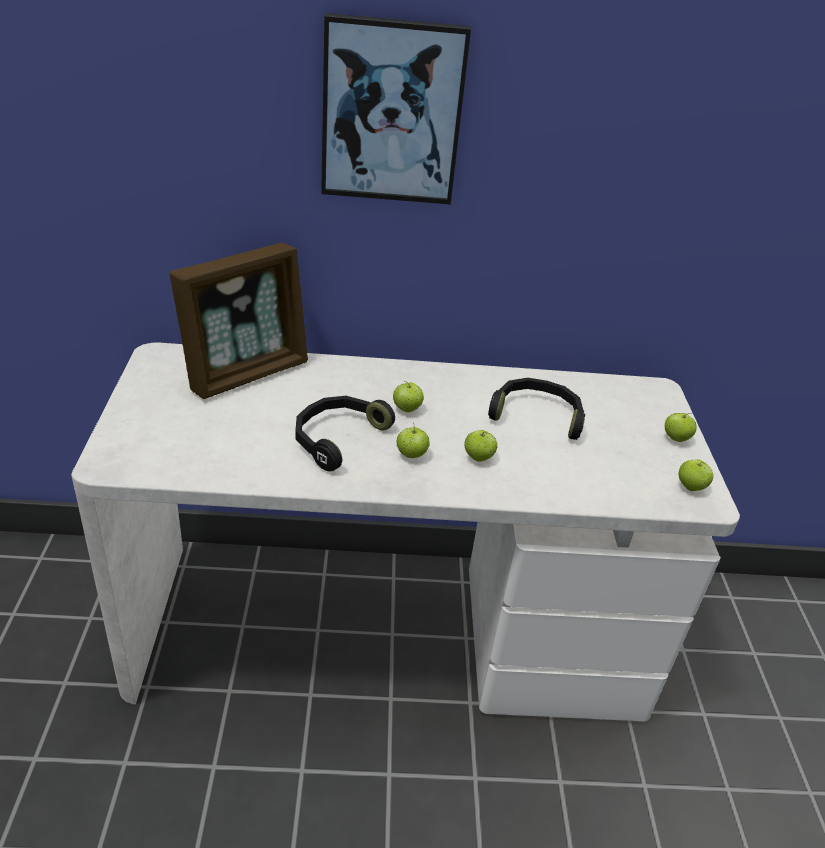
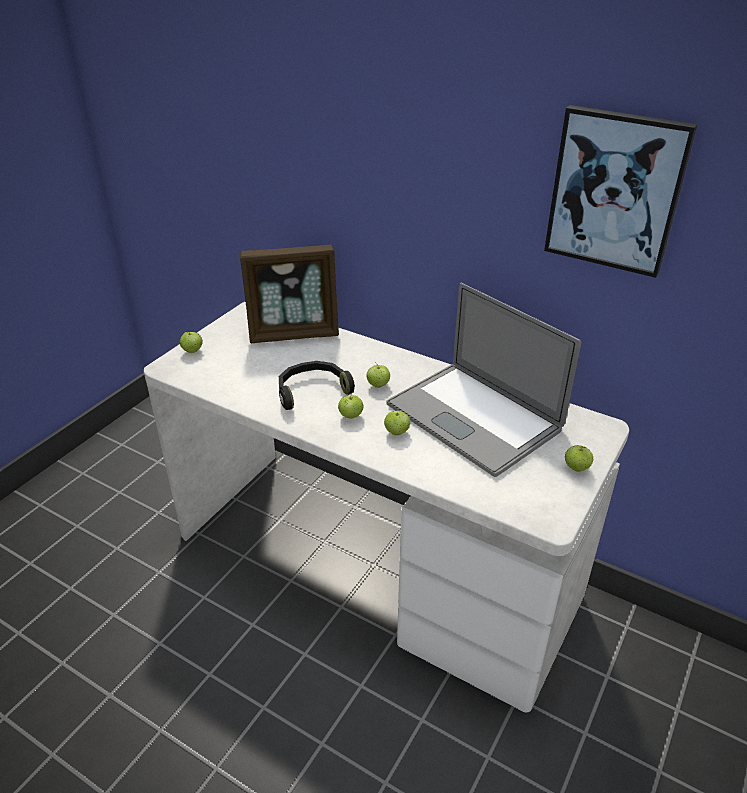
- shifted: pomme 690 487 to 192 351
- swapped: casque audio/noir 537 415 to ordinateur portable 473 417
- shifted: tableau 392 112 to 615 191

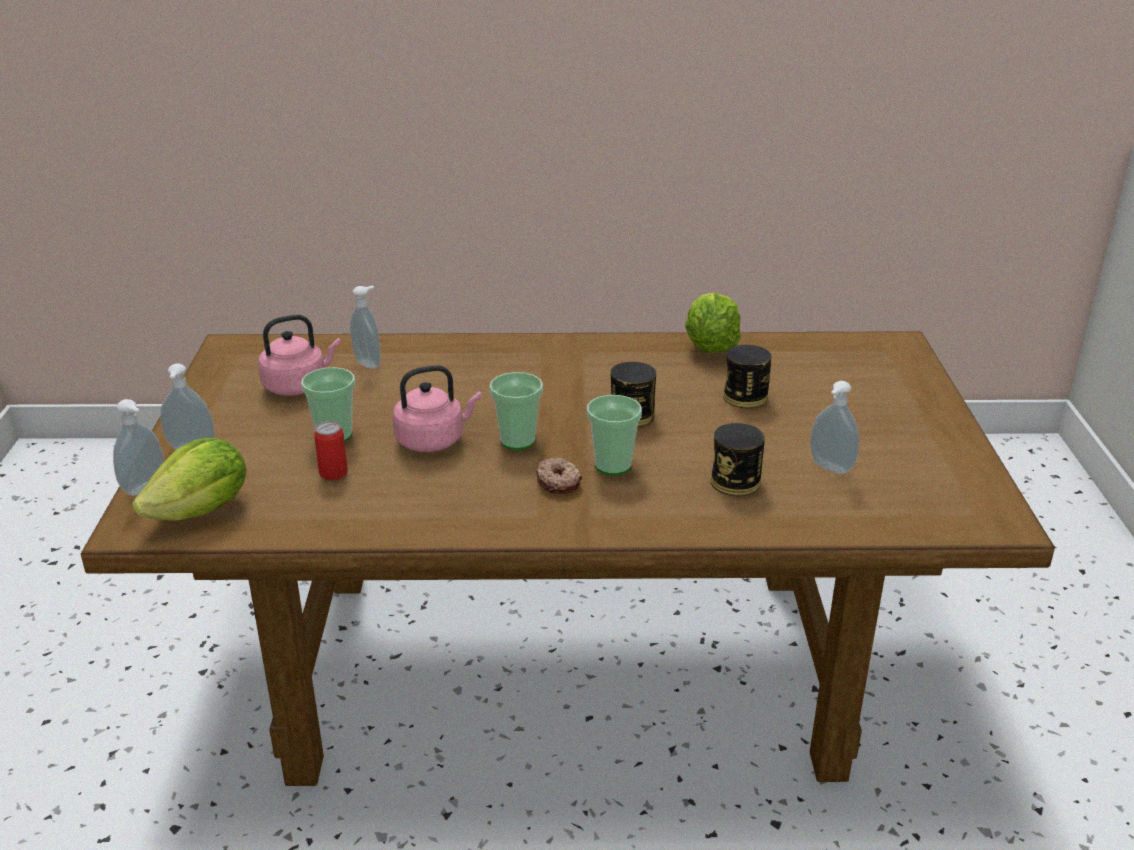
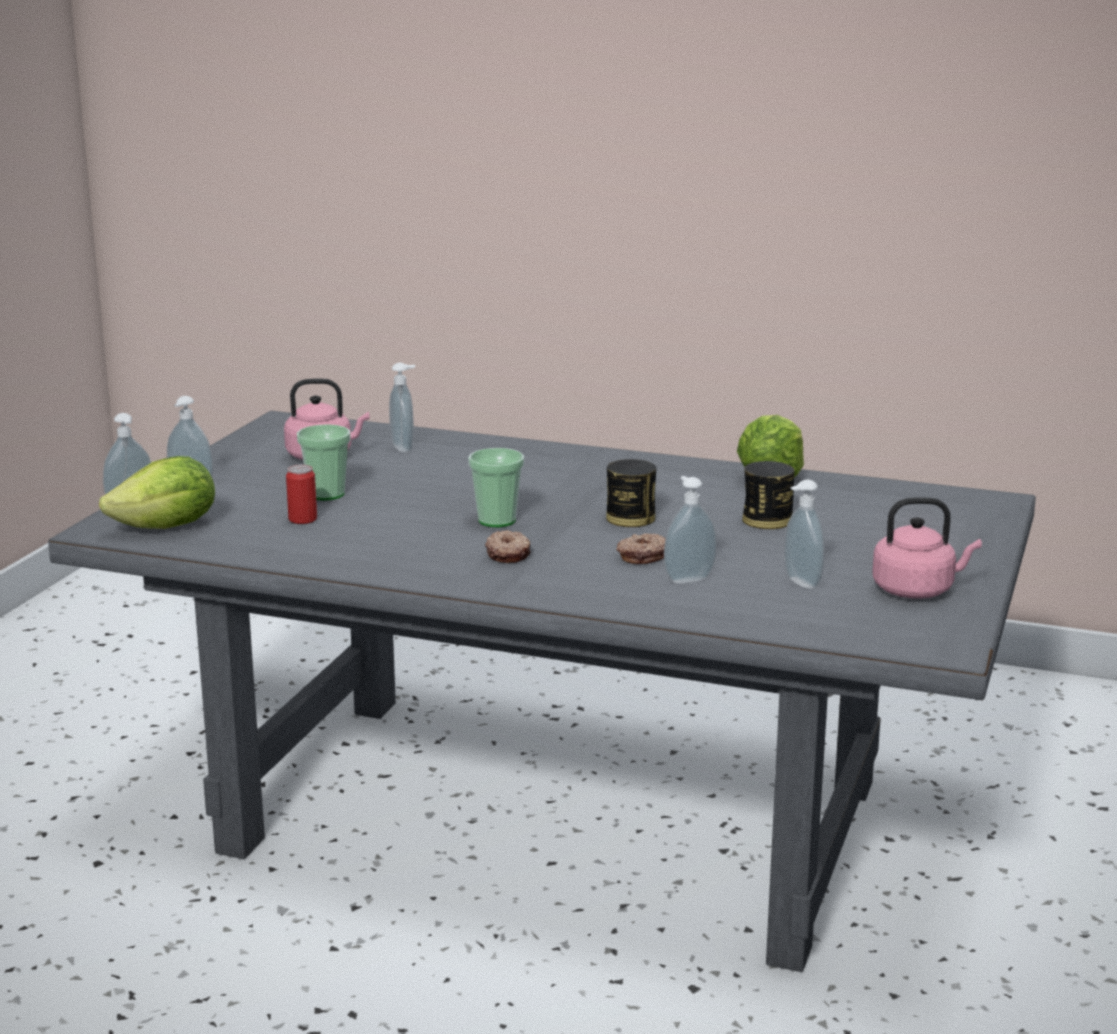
- repainted: table à manger/marron 563 666 to table à manger/gris 553 816
- new: beignet 642 556
- swapped: boîte métallique 735 482 to distributeur de savon 688 579
- shifted: bouilloire/rose 434 440 to 917 590
- gone: tasse 612 465

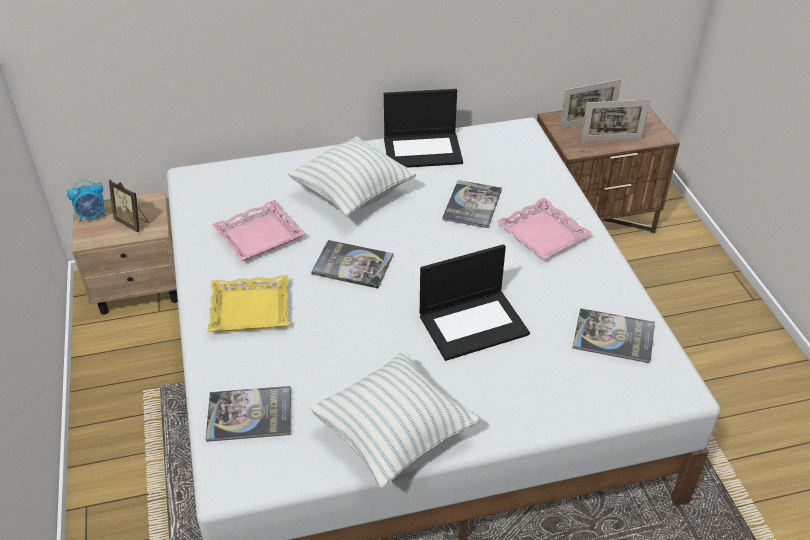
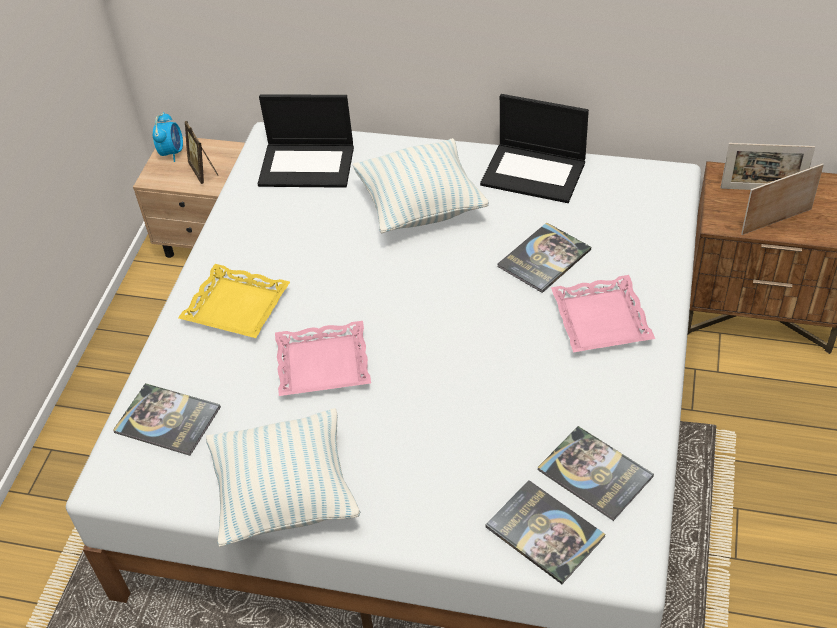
- rotated: réveil 92 215 = 172 152 90 degrees counterclockwise
- shifted: ordinateur portable 474 324 to 308 165
- shifted: plateau/rose 259 236 to 323 365
- shifted: livre 352 265 to 544 532
- rotated: cadre photo 611 139 = 776 221 135 degrees clockwise

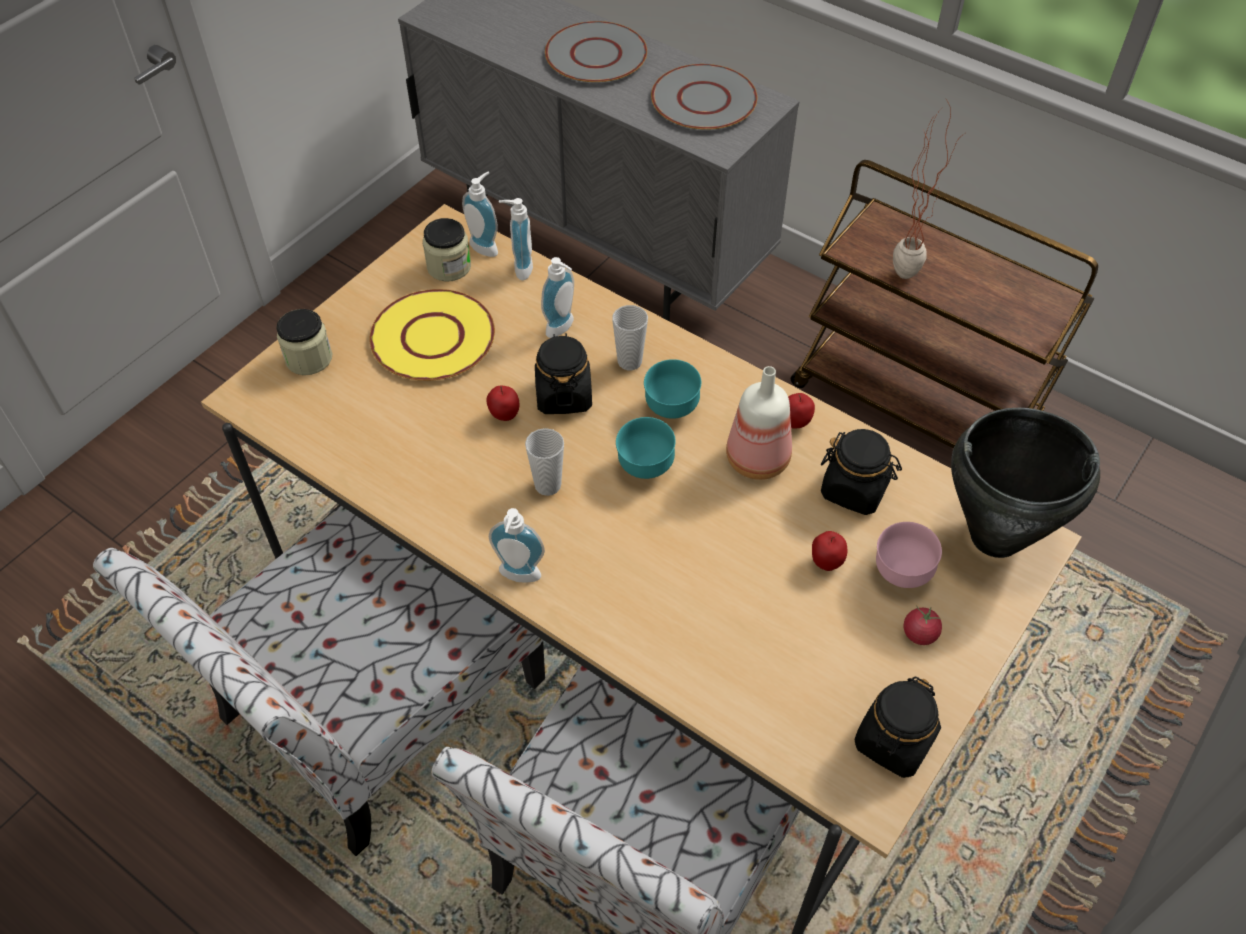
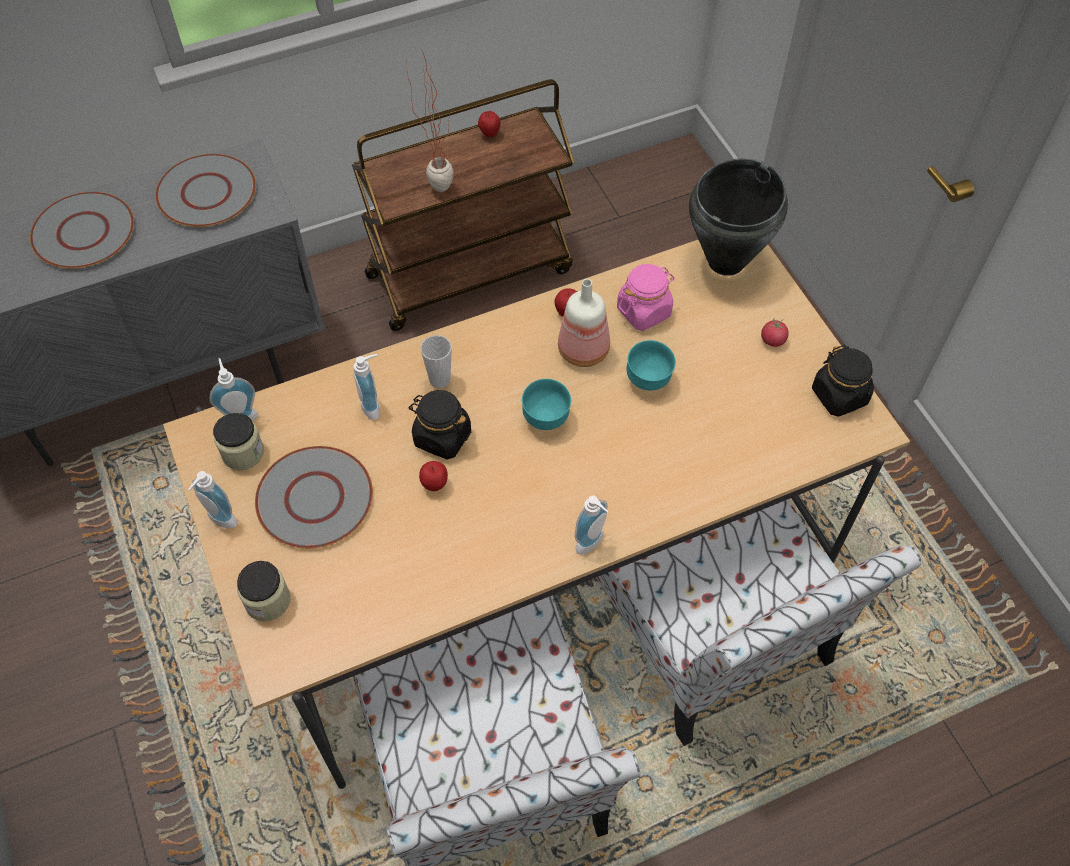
- shifted: distributeur de savon 519 268 to 219 521
- repainted: assiette/jaune 433 338 to assiette/gris 315 499
- shifted: pomme 826 563 to 489 134
- repainted: bocal/noir 855 489 to bocal/rose 644 311
- shifted: bol/turquoise 671 409 to 648 380
- gone: tasse 548 485
- gone: bol/rose 901 573

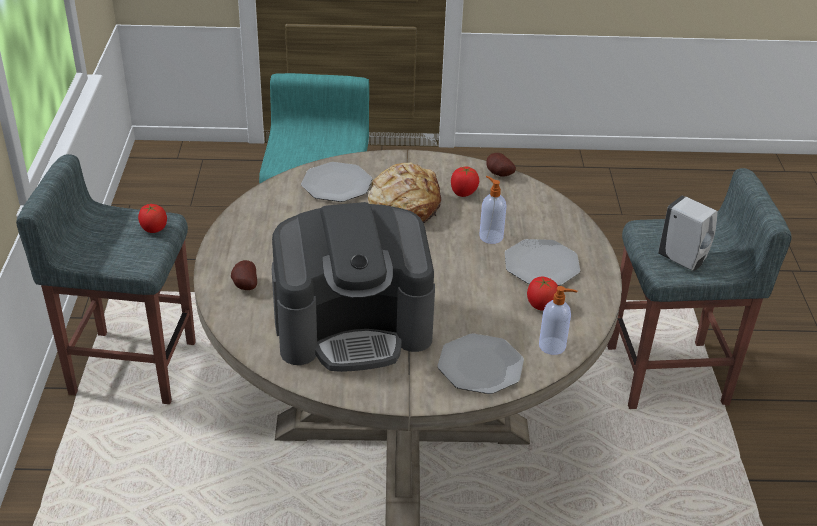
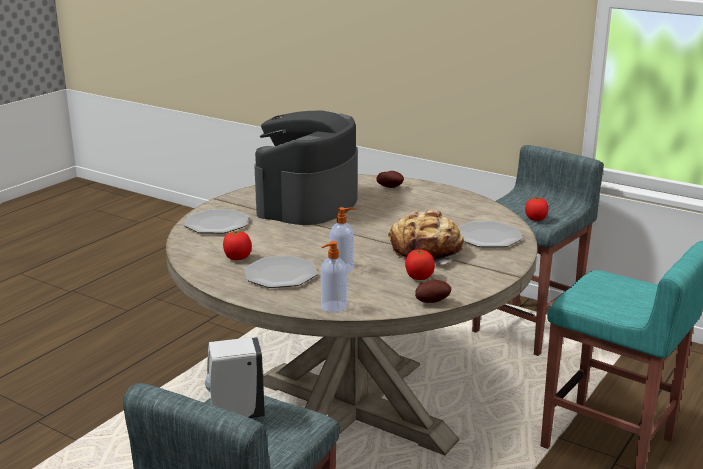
- shifted: distributeur de savon 553 346 to 333 307

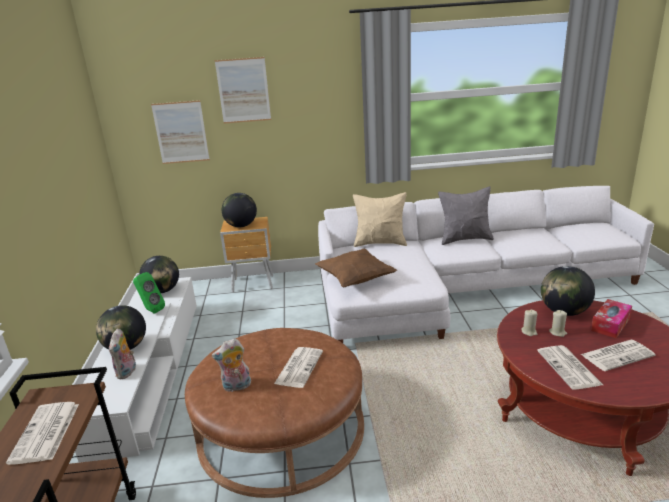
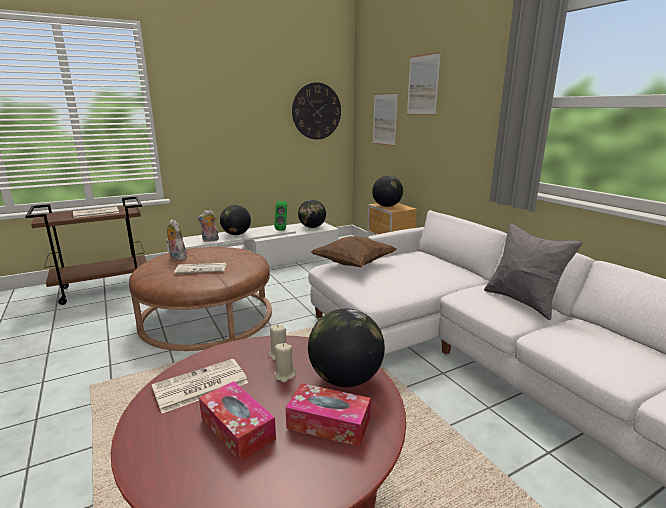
- swapped: journal 617 355 to boîte à mouchoirs 237 428
- new: horloge murale 316 111
- gone: coussin/beige 380 243

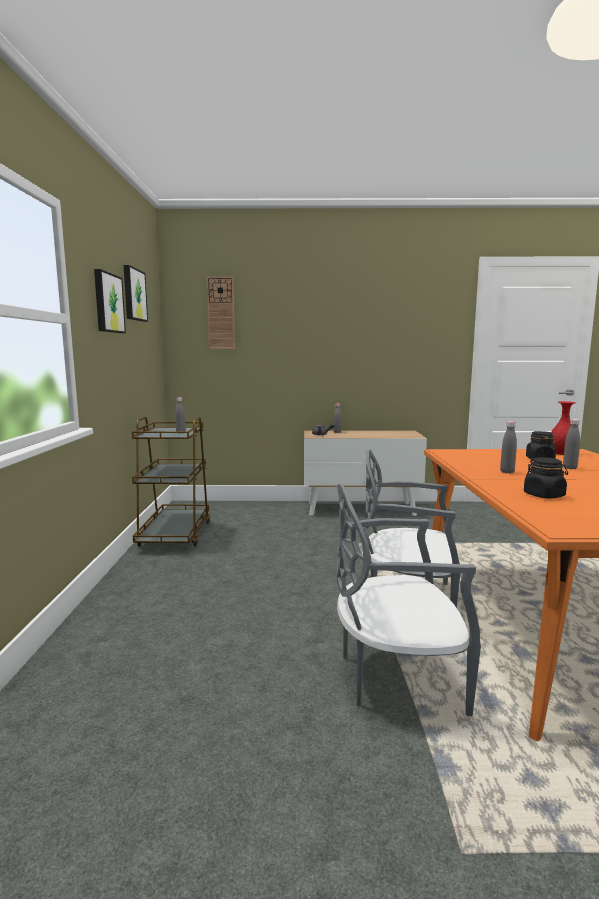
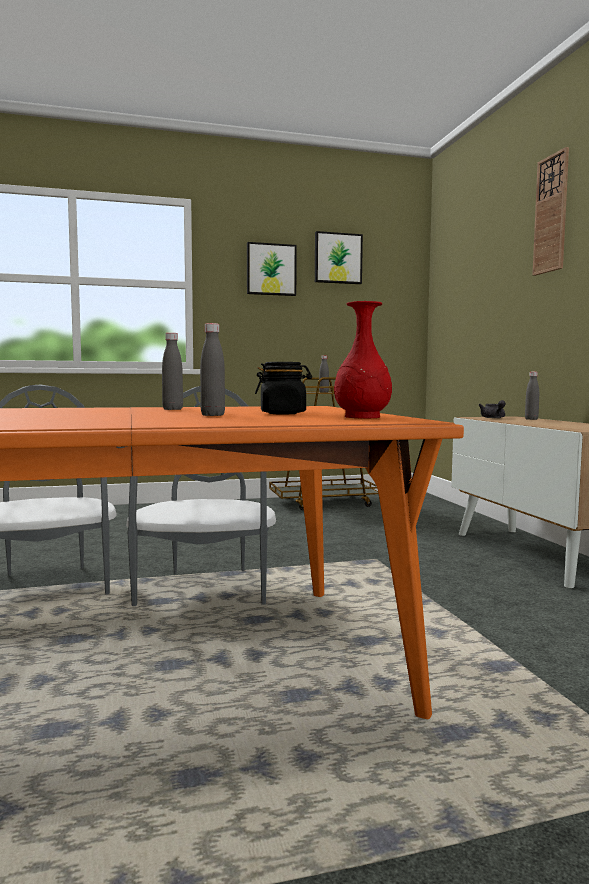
- shifted: horloge murale 221 313 to 551 214
- gone: bocal/noir 544 495

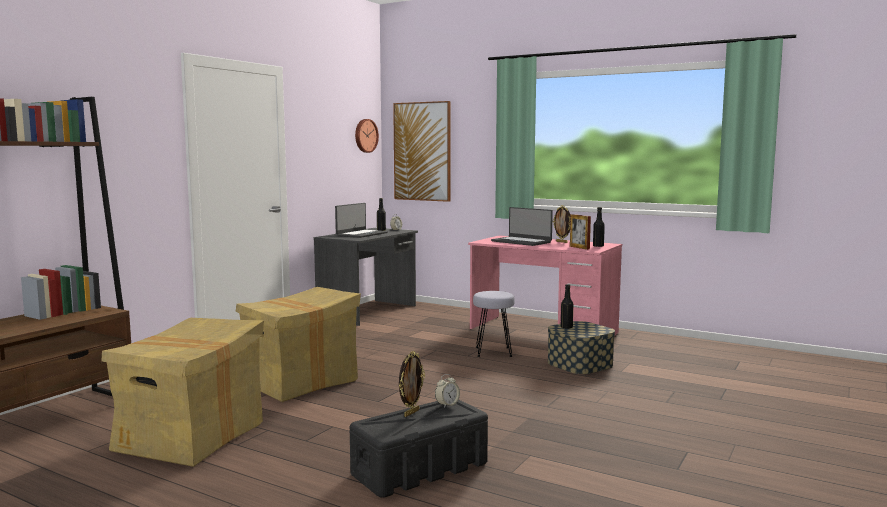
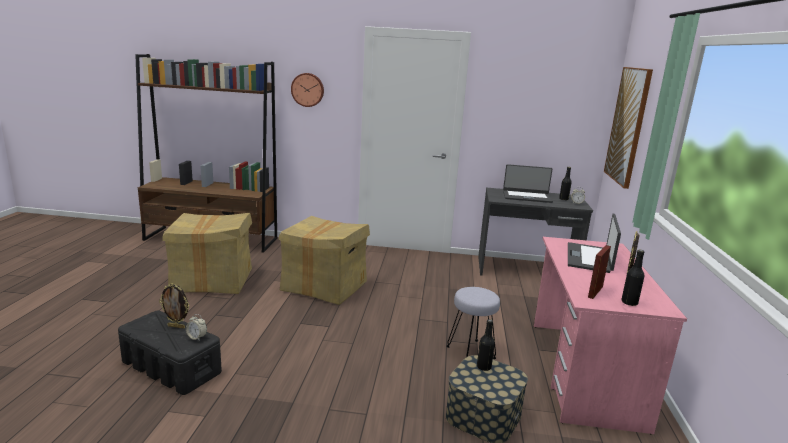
- shifted: horloge murale 365 135 to 308 89

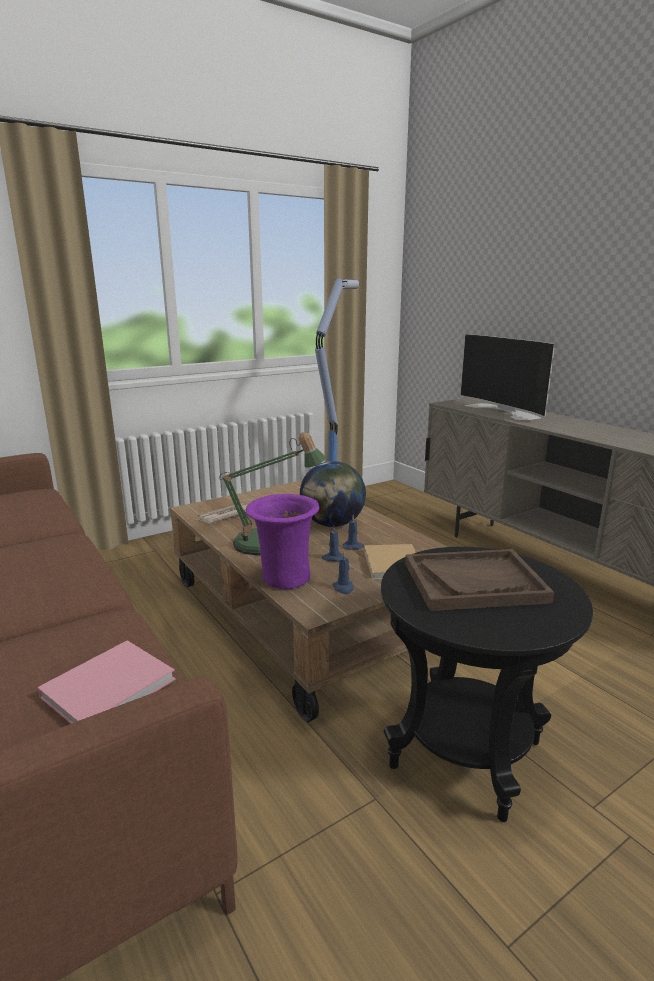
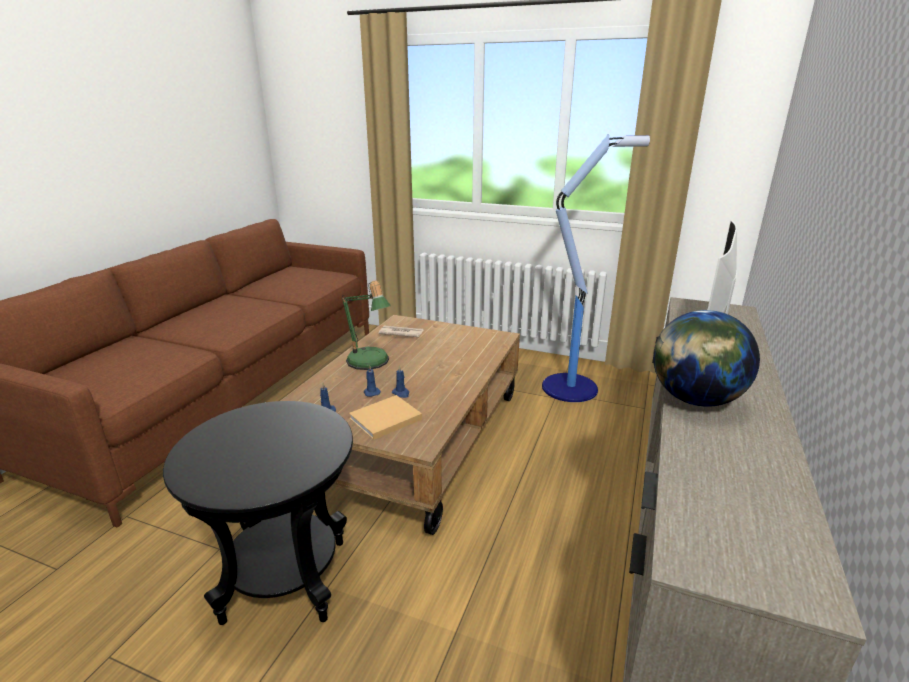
- shifted: globe 332 524 to 695 399
- gone: livre/rose 112 686
- gone: vase/violet 284 578
- gone: plateau/marron 474 582

